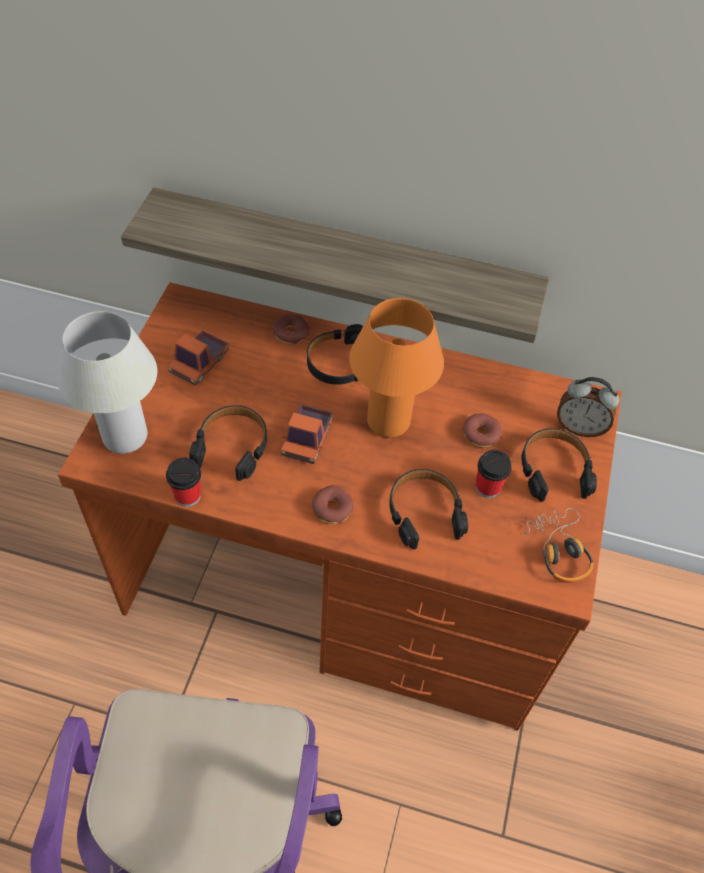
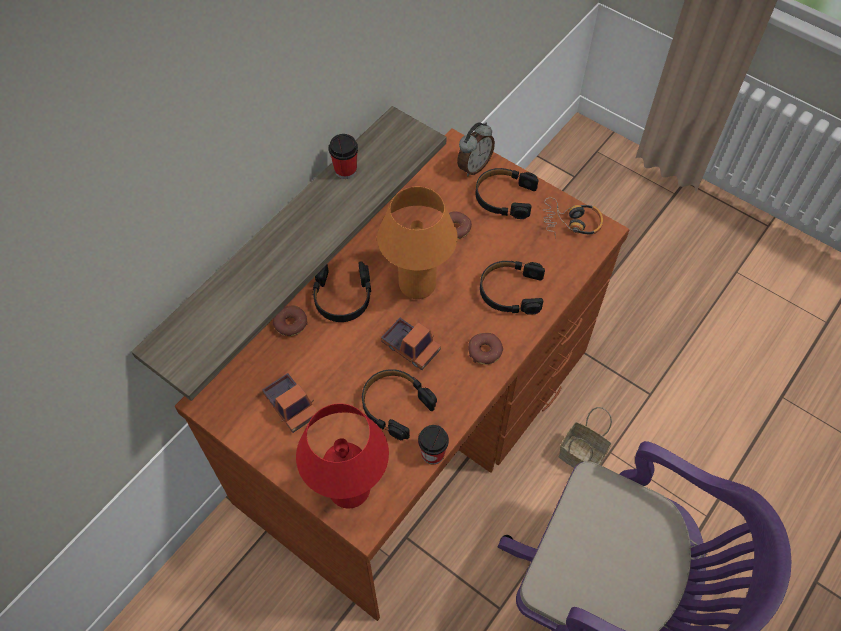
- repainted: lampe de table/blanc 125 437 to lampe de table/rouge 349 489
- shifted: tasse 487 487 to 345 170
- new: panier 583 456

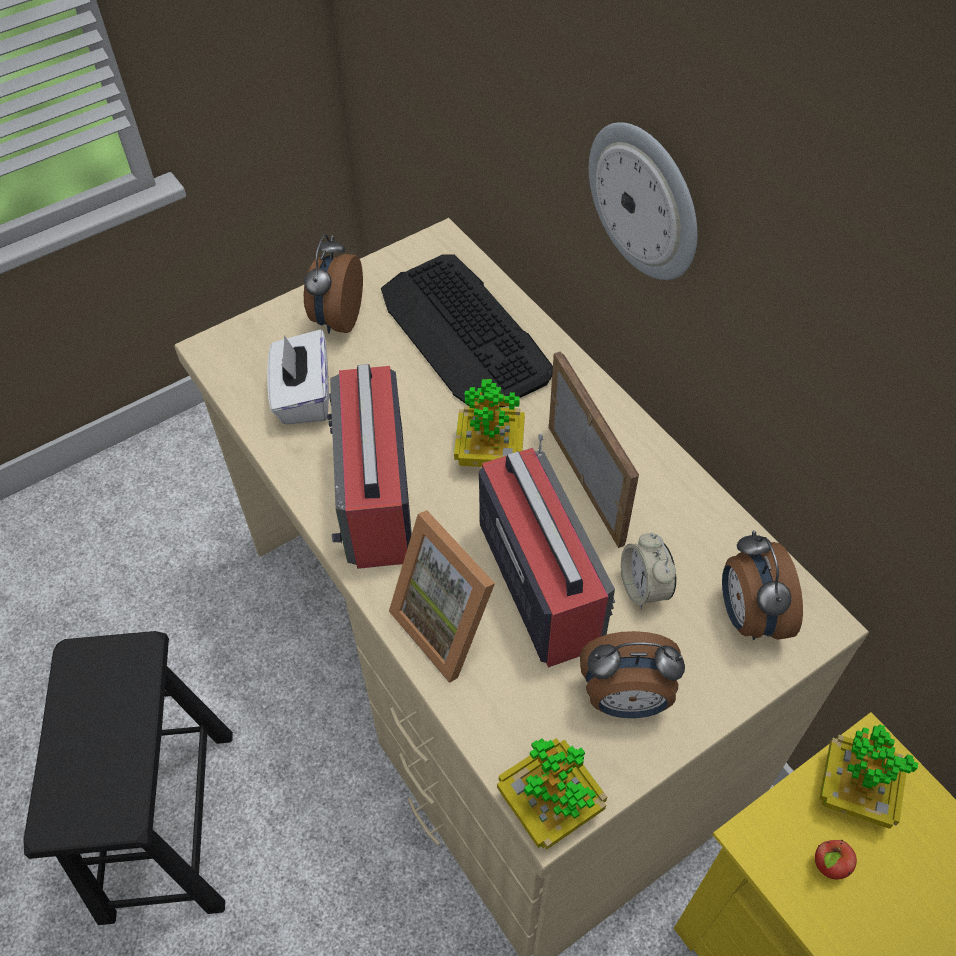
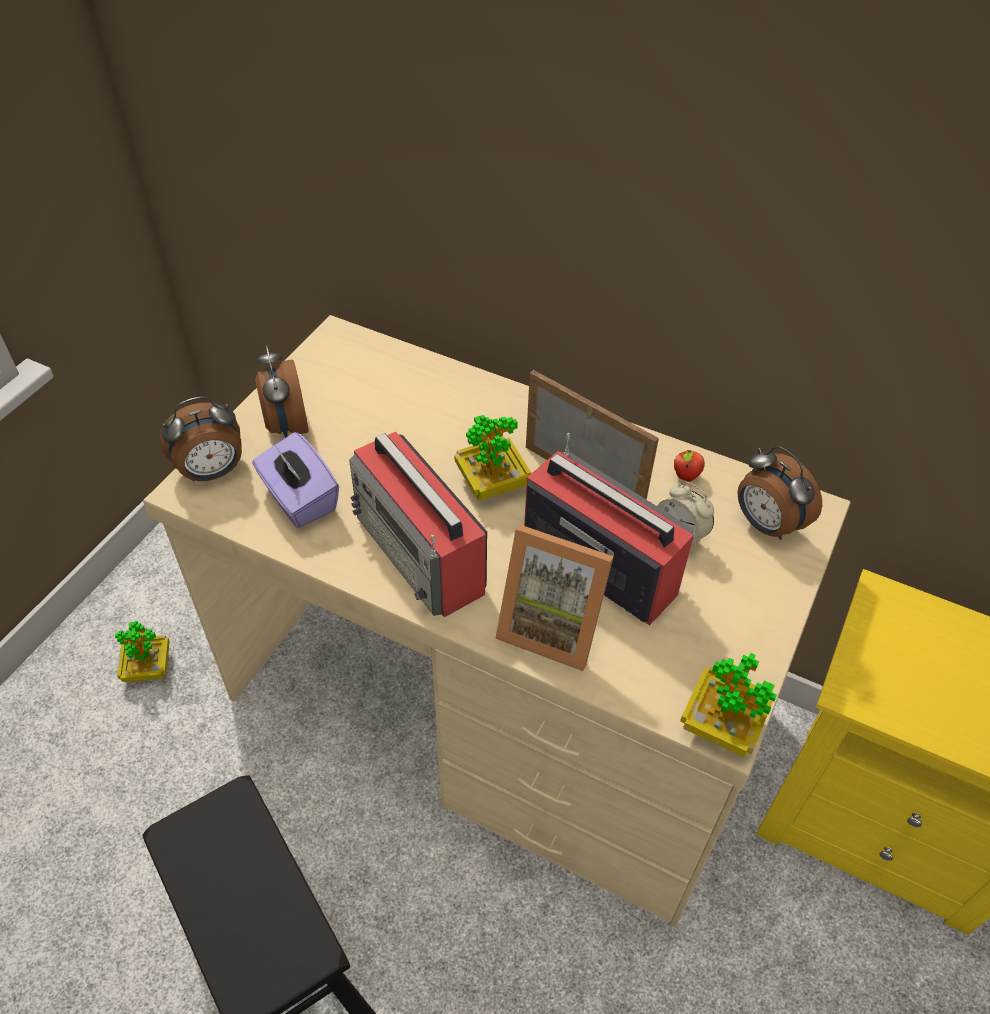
- shifted: plante en pot 854 791 to 148 668
- shifted: réveil 626 700 to 212 472
- repainted: boîte à mouchoirs/blanc 303 396 to boîte à mouchoirs/violet 299 499
- shifted: pomme 828 867 to 686 477
- gone: clavier 464 333
- gone: horloge murale 645 201

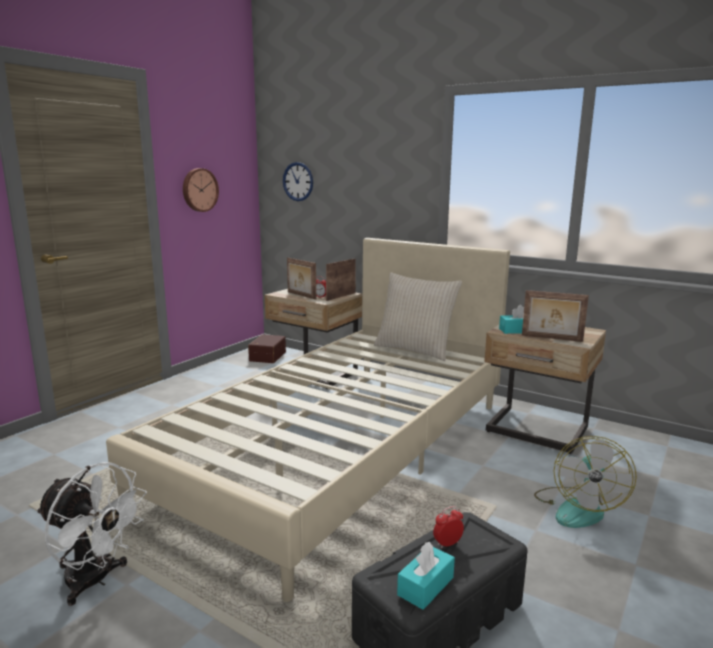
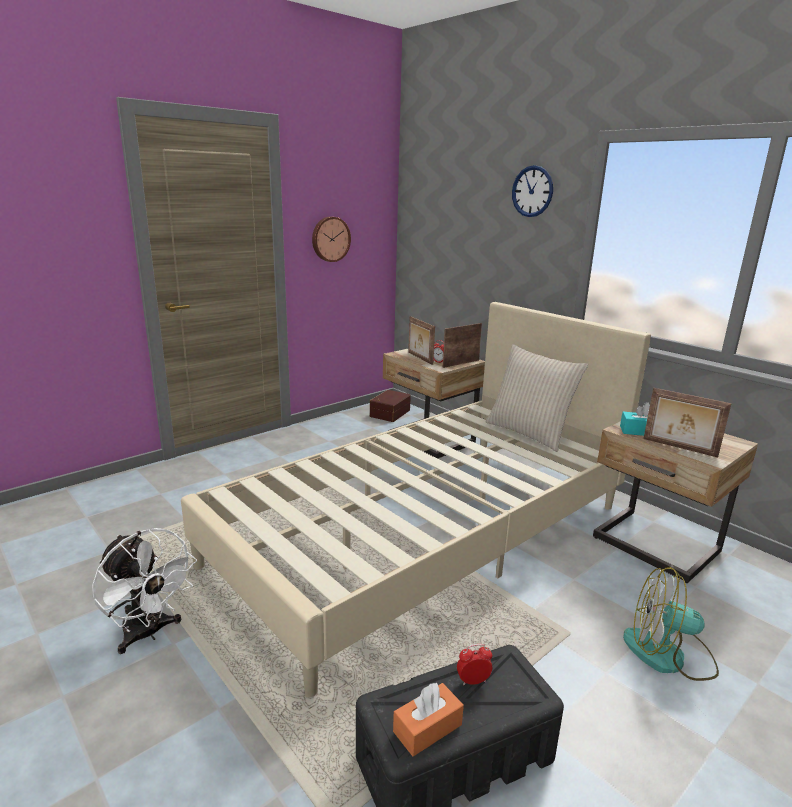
- repainted: boîte à mouchoirs/turquoise 425 586 to boîte à mouchoirs/orange 427 728
- shifted: horloge murale 298 181 to 532 191
- rotated: ventilateur 577 508 = 668 655 75 degrees clockwise

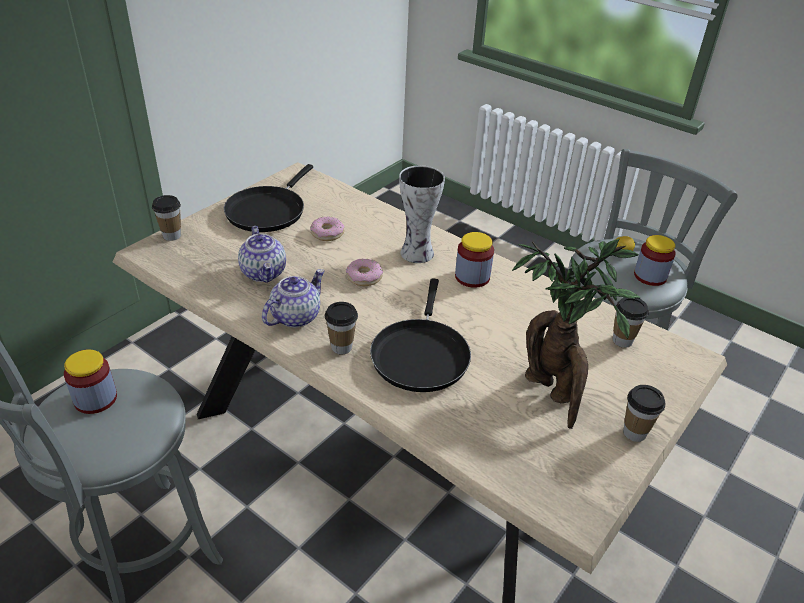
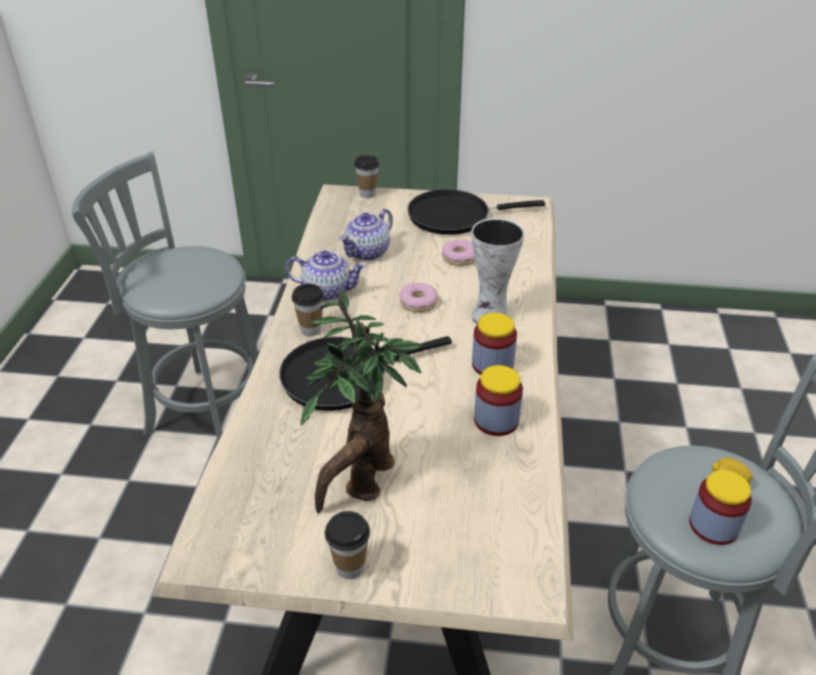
- shifted: bocal 95 399 to 496 420
- gone: tasse 622 341

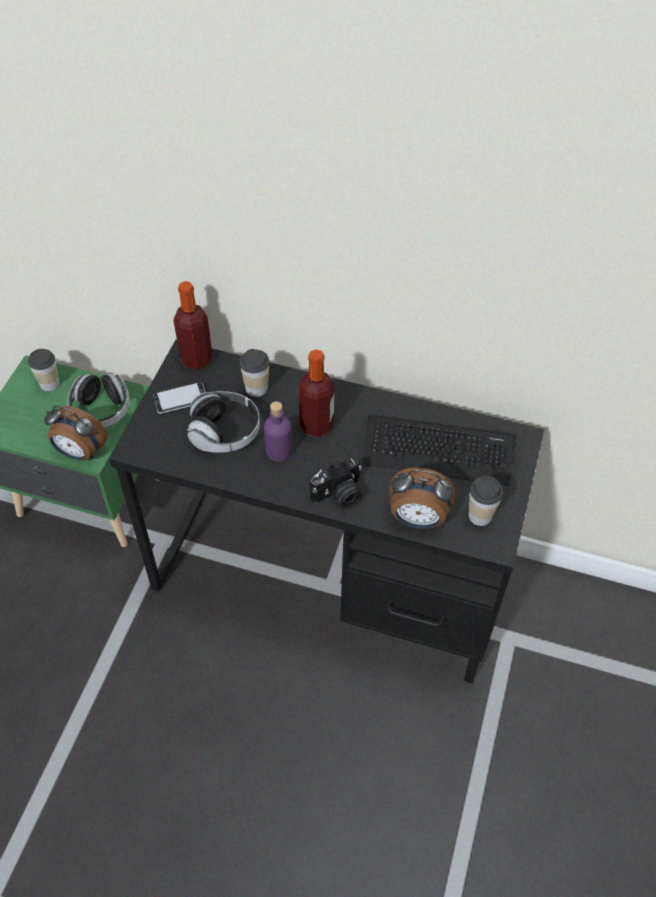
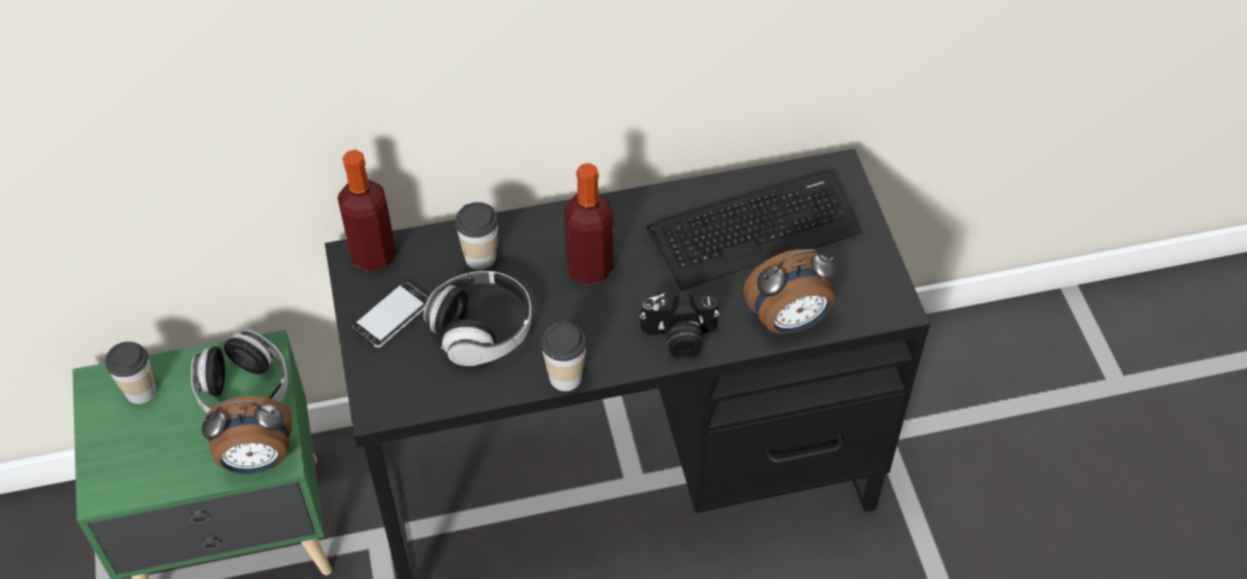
- shifted: tasse 480 515 to 565 377
- rotated: appareil photo 339 495 = 679 338 60 degrees clockwise
- gone: bouteille/violet 279 451

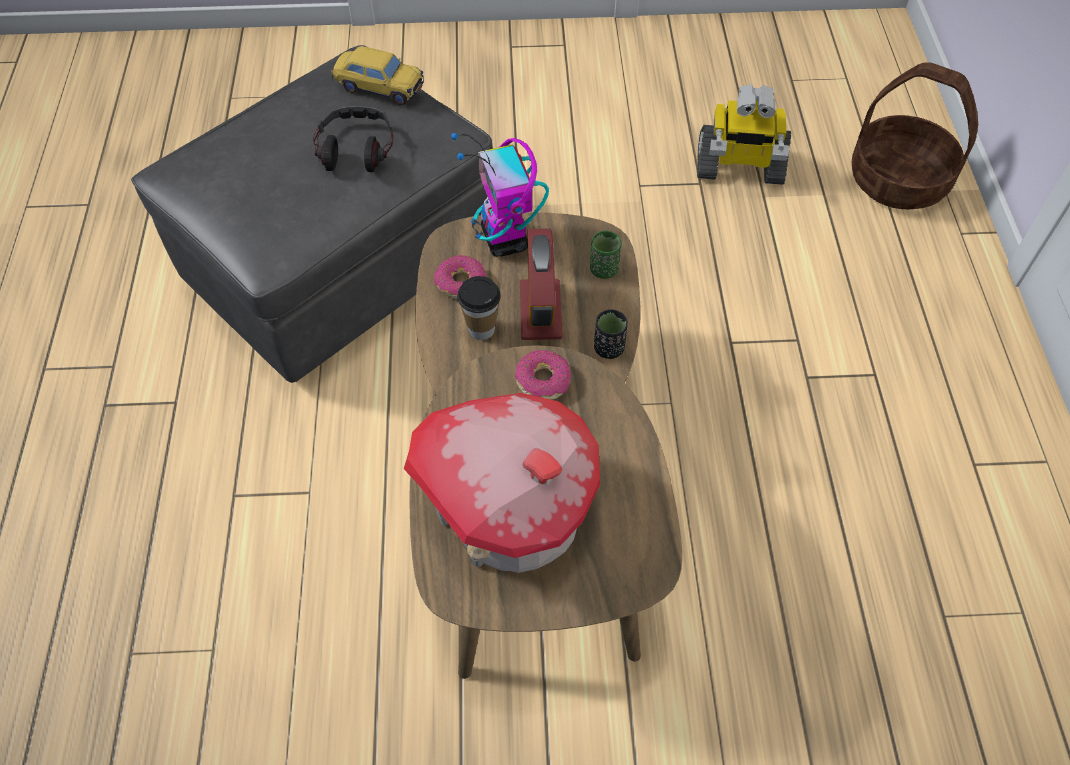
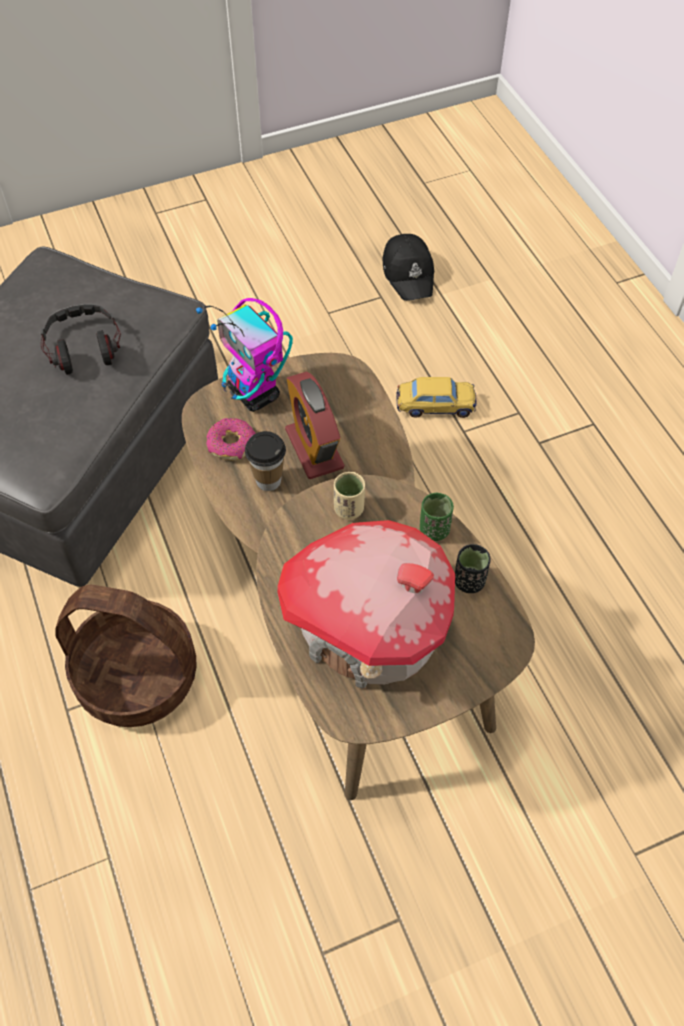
- shifted: panier 897 180 to 136 676
- swapped: beignet 543 380 to tasse/beige 349 509
- swapped: robot jouet 739 167 to casquette/noir 409 273
- shifted: petite voiture 379 87 to 435 406
- shifted: tasse/vert 604 269 to 434 530
- shifted: tasse/noir 609 348 to 469 581

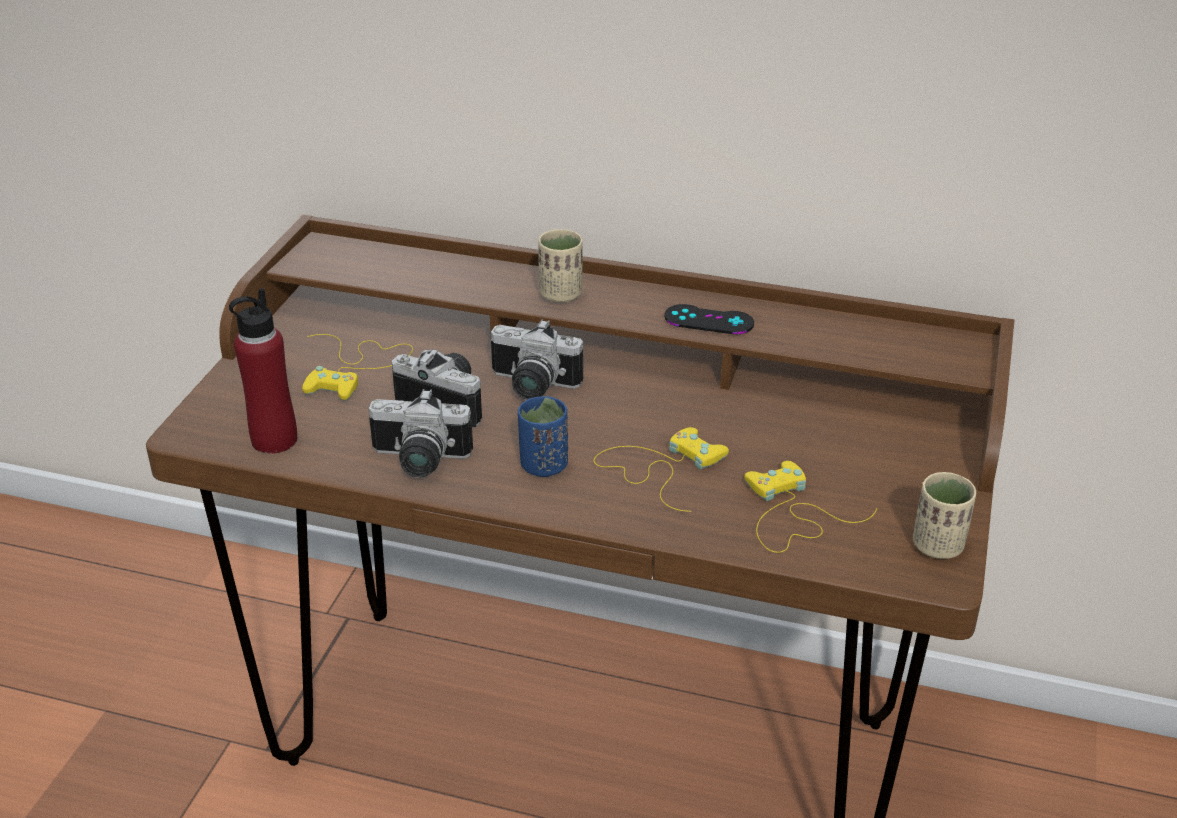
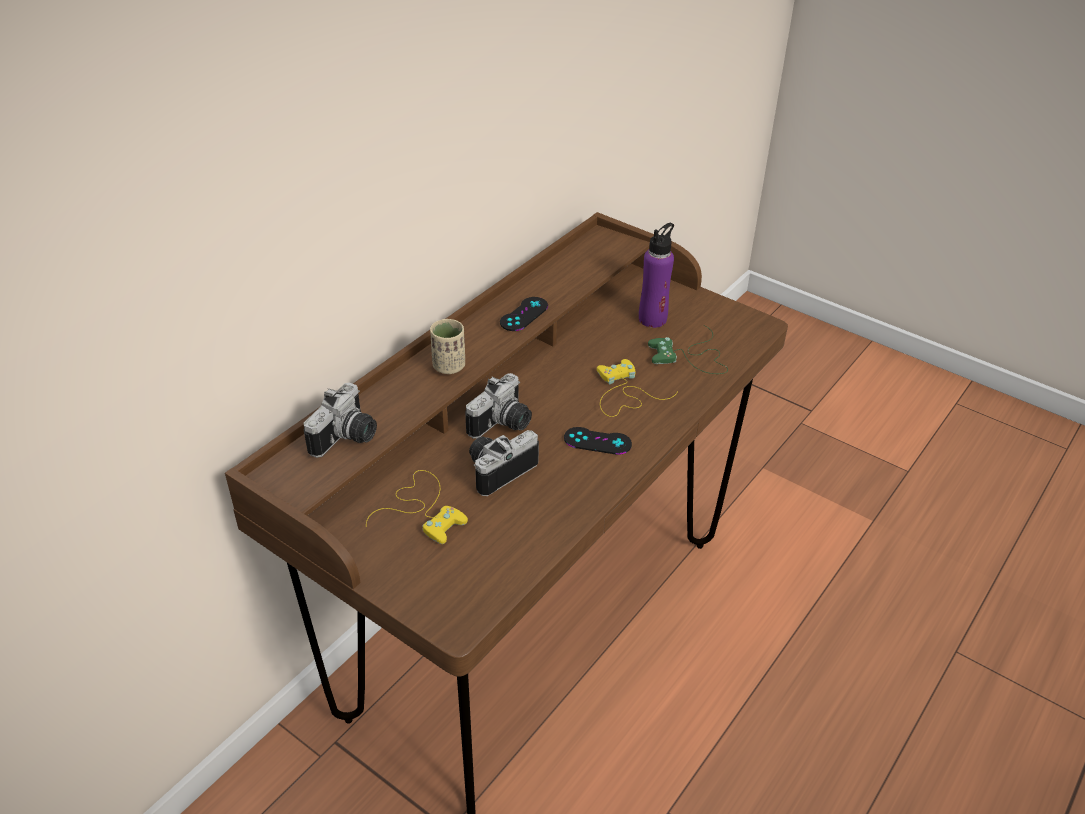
- shifted: appareil photo 418 461 to 347 439
- swapped: tasse/bleu 544 465 to manette/noir 597 441
- new: bouteille/violet 652 319
- repainted: manette/jaune 792 514 to manette/vert 691 357
- gone: bouteille/rouge 274 440
- gone: tasse/beige 938 546

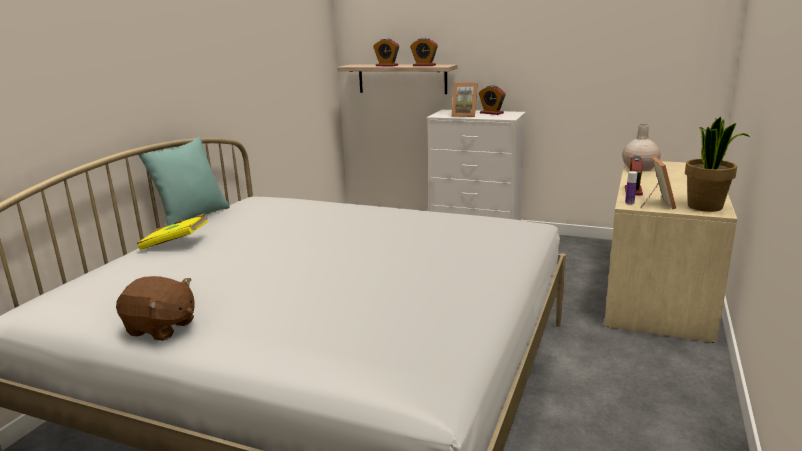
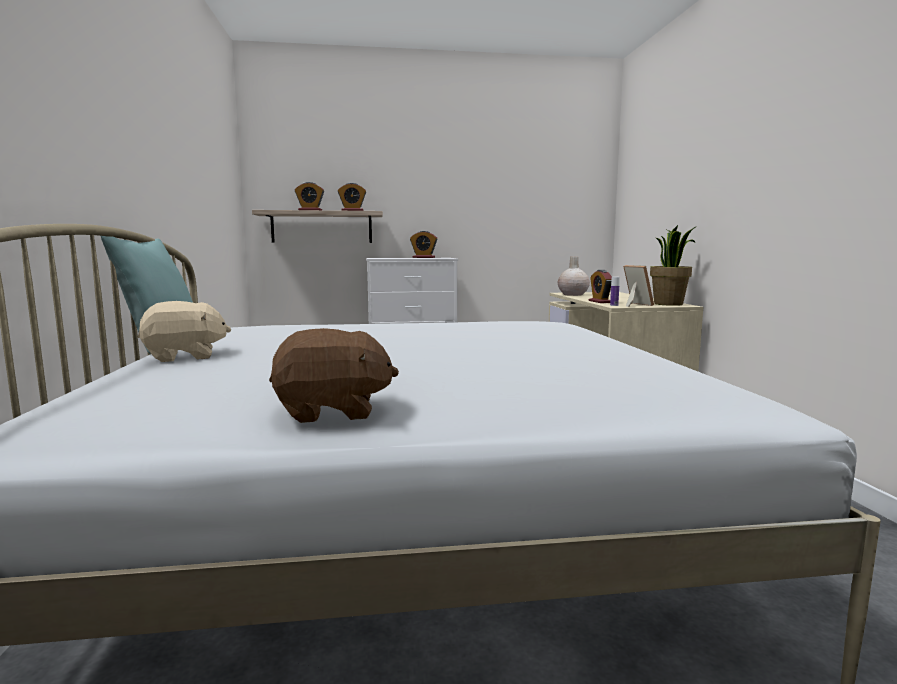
- swapped: livre/jaune 175 243 to peluche/beige 185 357
- gone: cadre photo 465 115

